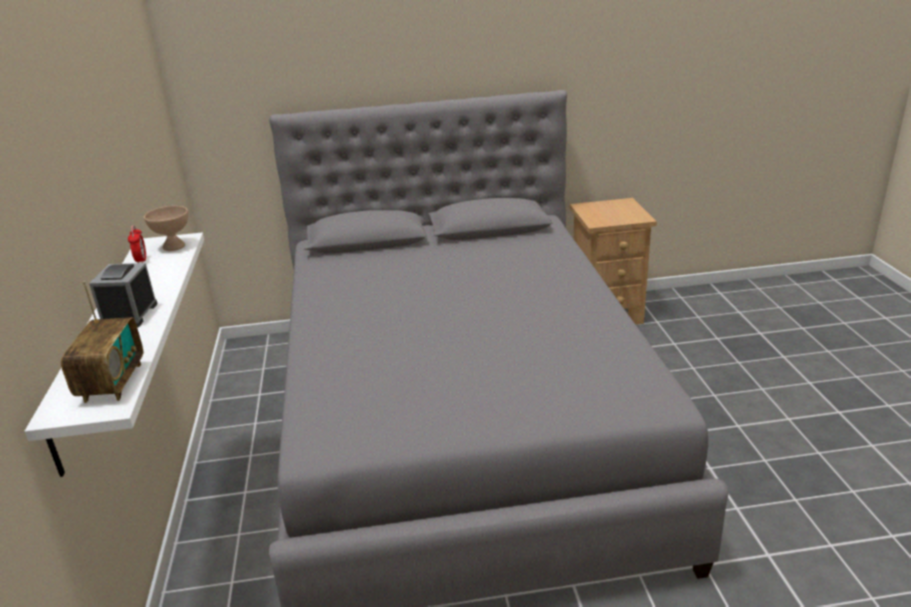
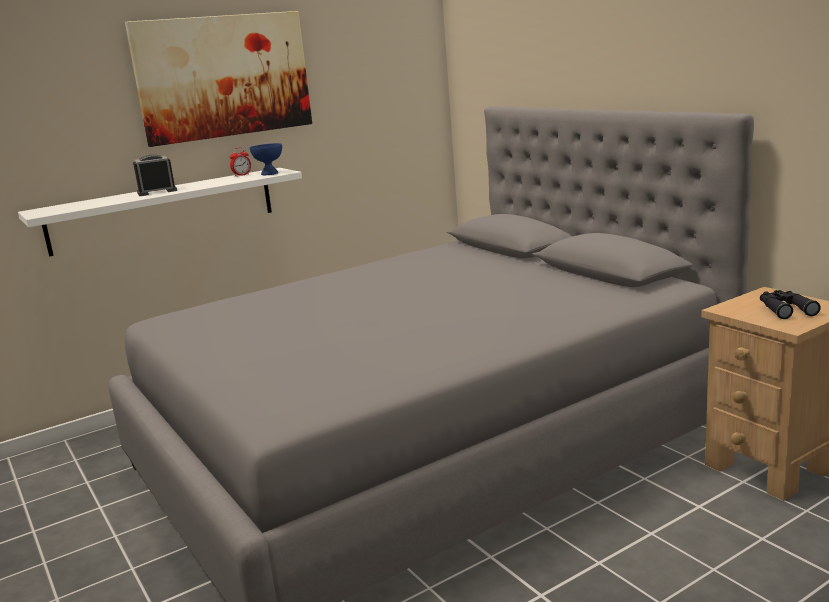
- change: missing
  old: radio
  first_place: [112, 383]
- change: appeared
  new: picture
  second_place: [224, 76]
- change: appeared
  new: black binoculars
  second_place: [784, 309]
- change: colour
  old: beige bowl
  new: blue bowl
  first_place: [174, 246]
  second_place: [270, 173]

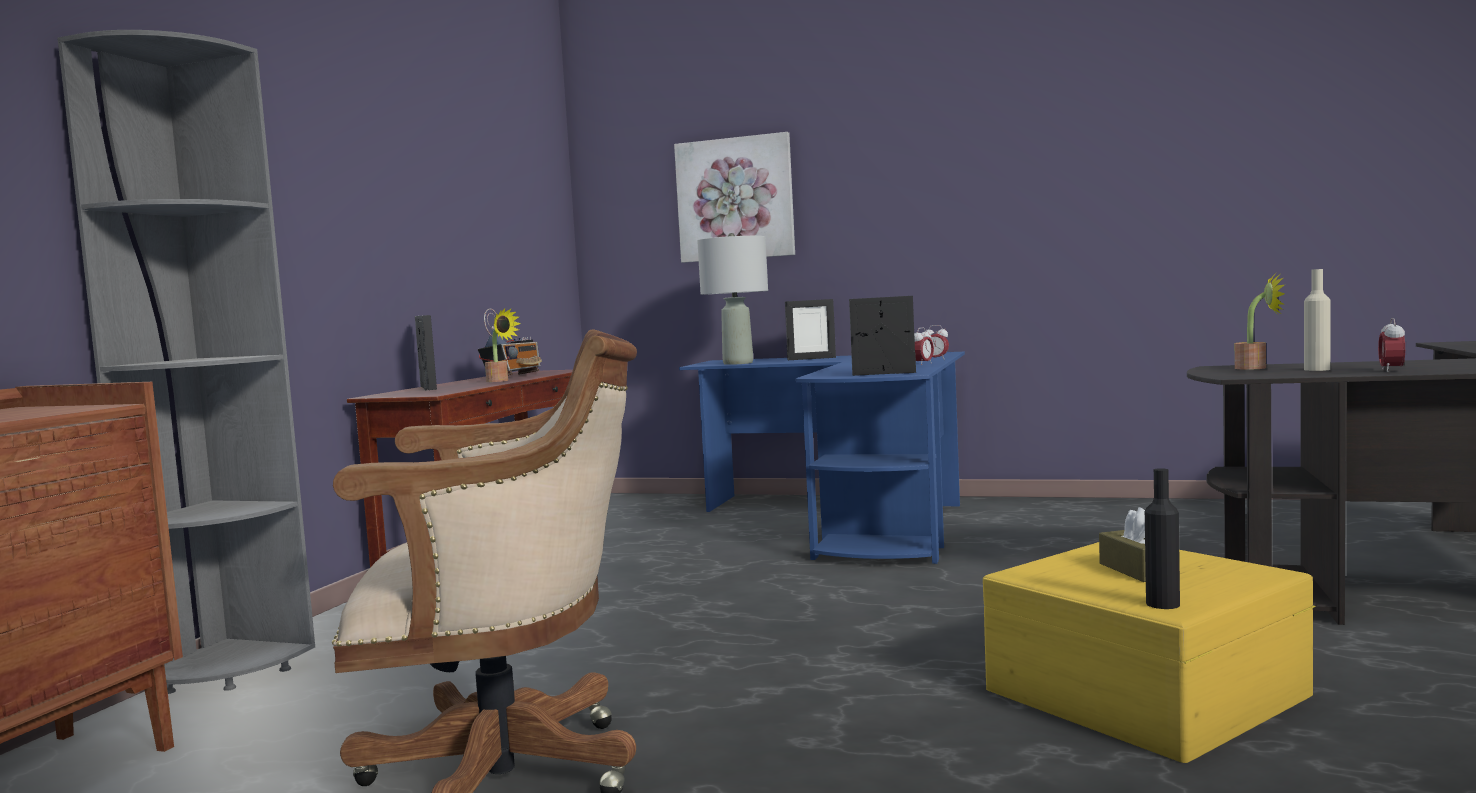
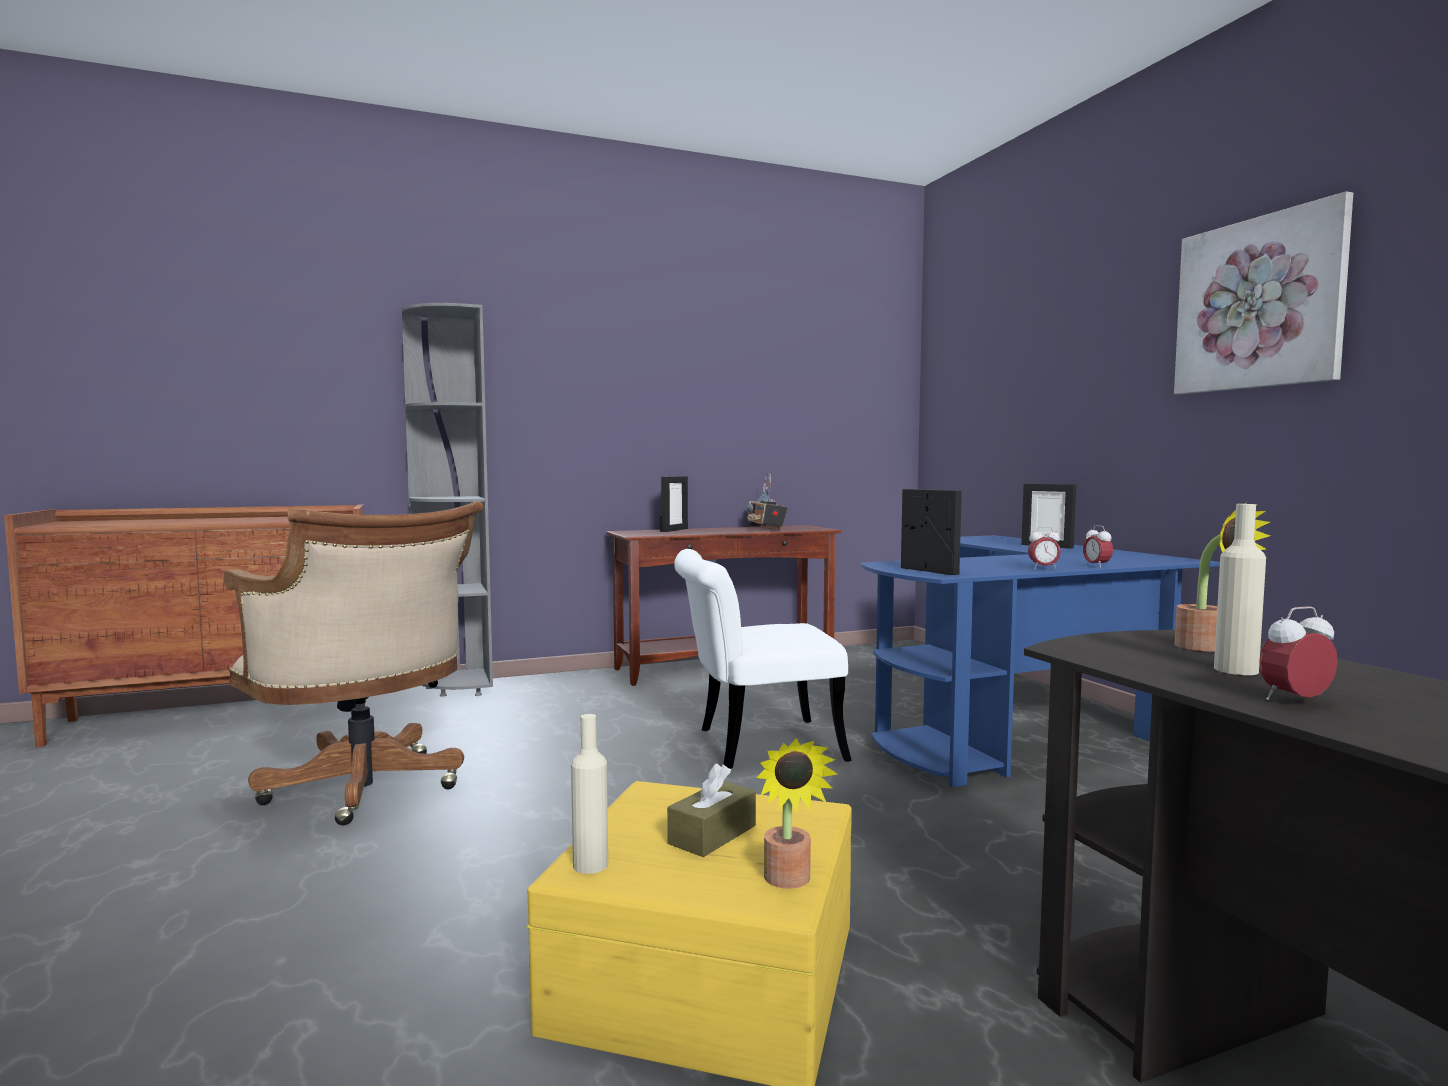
- change: missing
  old: grey table lamp
  first_place: [738, 363]
- change: appeared
  new: white chair
  second_place: [753, 745]
- change: relocated
  old: potted plant
  first_place: [500, 381]
  second_place: [789, 882]
- change: relocated
  old: picture
  first_place: [735, 199]
  second_place: [1259, 304]
- change: colour
  old: black bottle
  new: beige bottle
  first_place: [1162, 604]
  second_place: [590, 865]
- change: spun
  old: radio
  first_place: [513, 376]
  second_place: [766, 528]
  degrees: 90

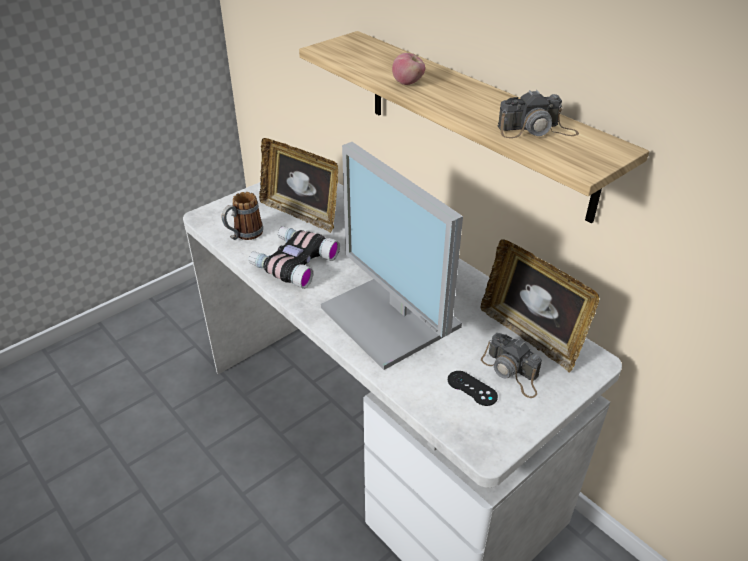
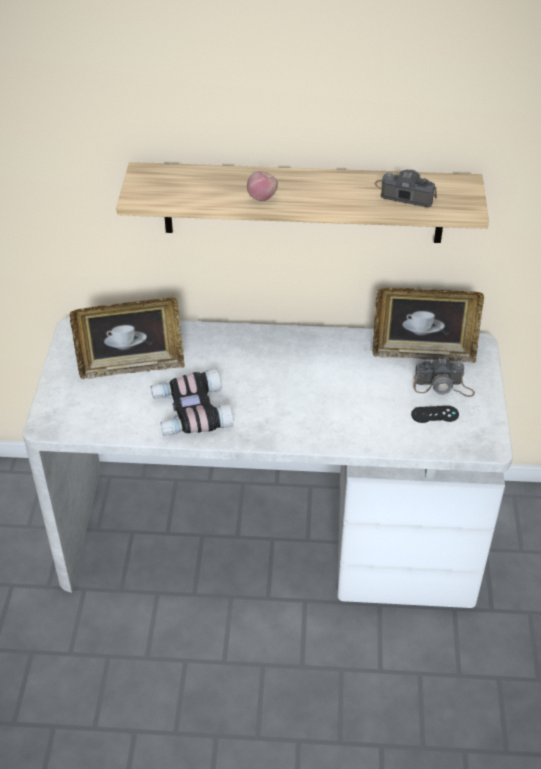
- change: missing
  old: mug
  first_place: [244, 235]
- change: missing
  old: monitor
  first_place: [393, 318]
- change: spun
  old: photo camera
  first_place: [537, 130]
  second_place: [404, 193]
  degrees: -105

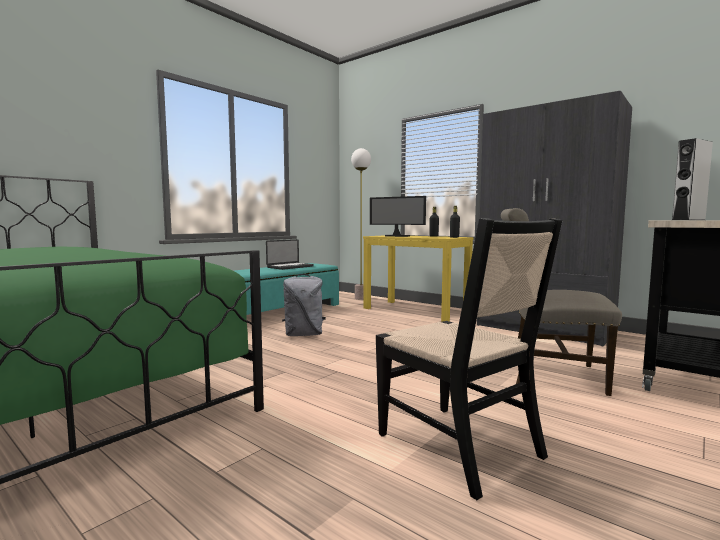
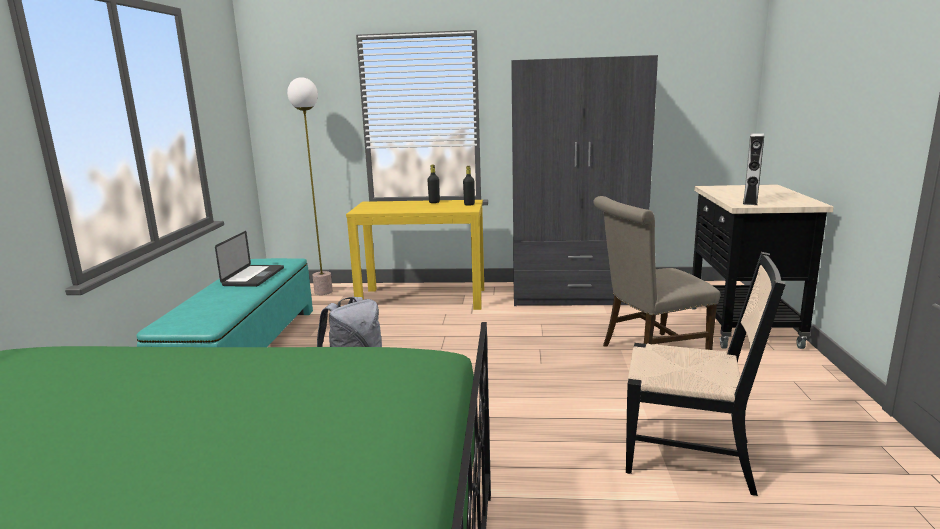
- change: missing
  old: monitor
  first_place: [396, 236]

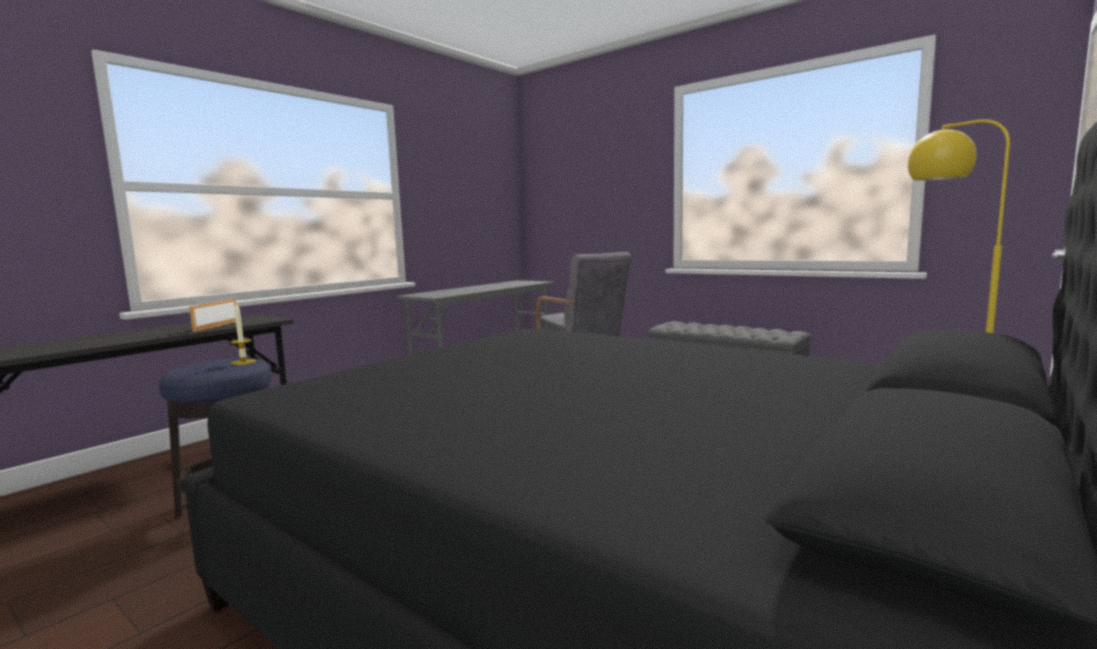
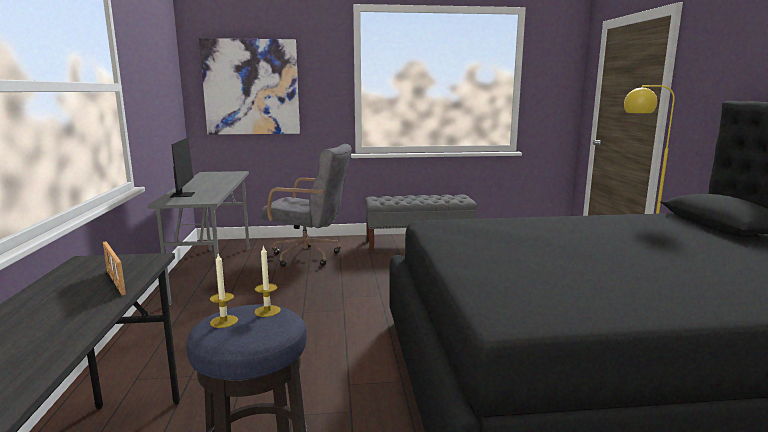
- change: appeared
  new: monitor
  second_place: [184, 194]
- change: appeared
  new: picture
  second_place: [251, 87]
- change: appeared
  new: candle
  second_place: [224, 321]

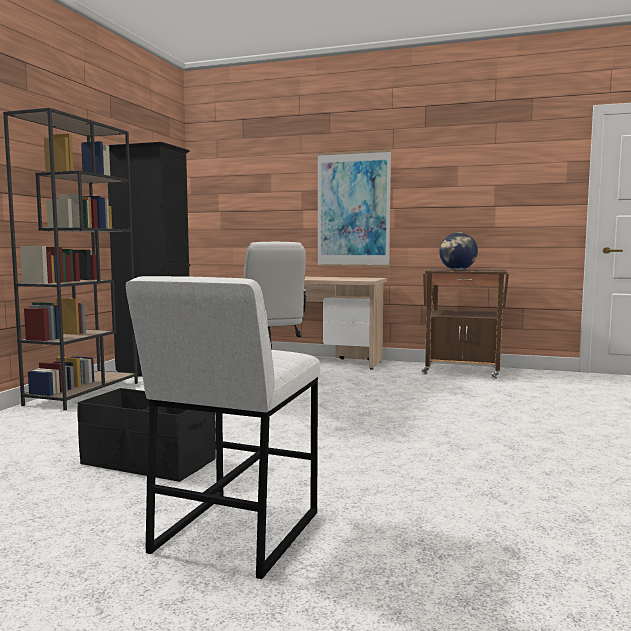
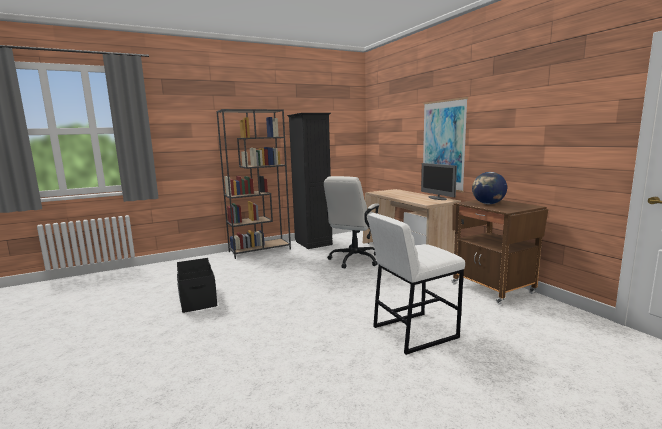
- change: appeared
  new: monitor
  second_place: [437, 198]
- change: relocated
  old: white chair
  first_place: [235, 533]
  second_place: [413, 332]

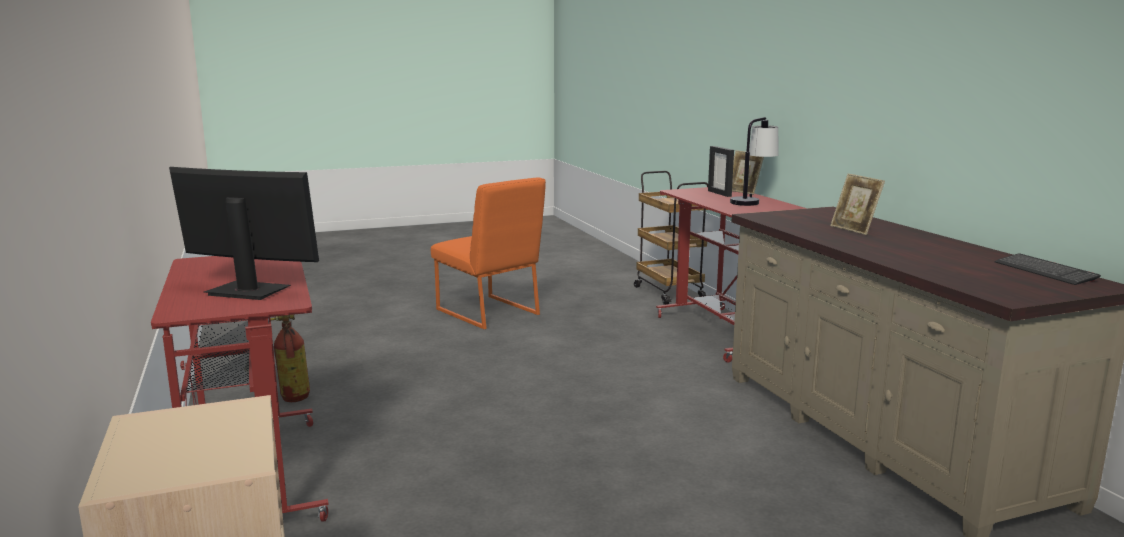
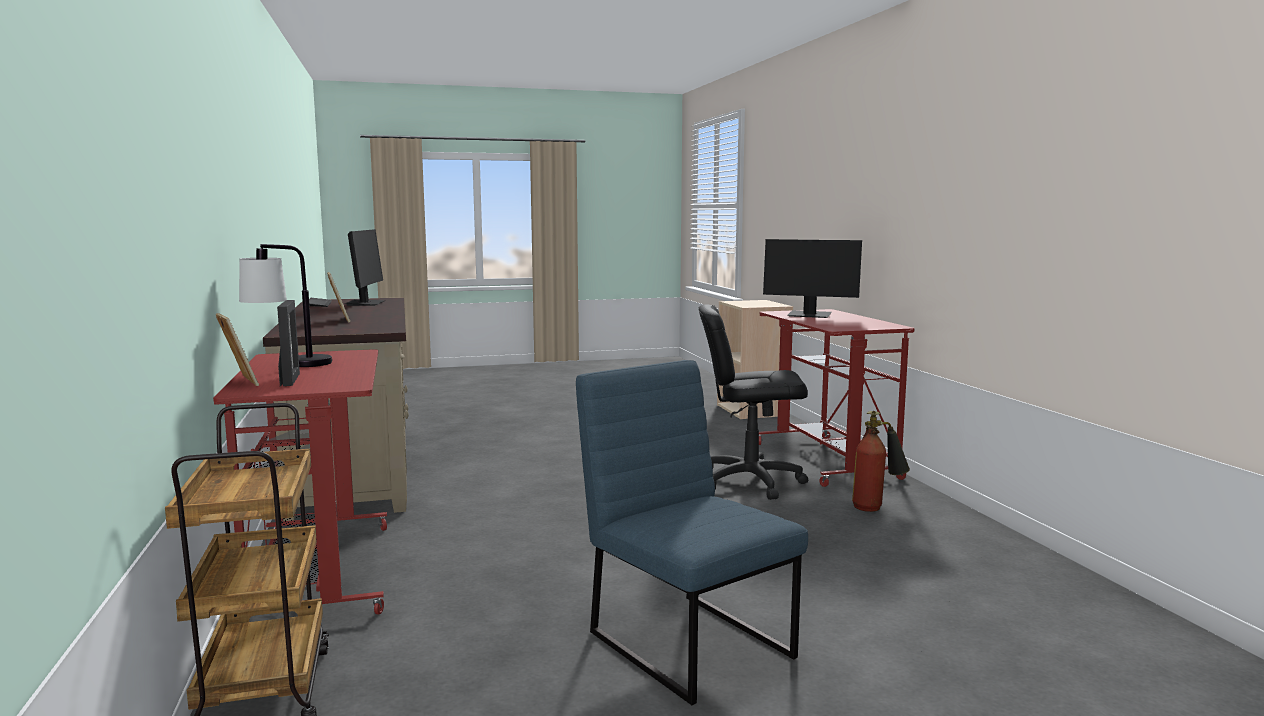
- change: appeared
  new: monitor
  second_place: [365, 303]
- change: appeared
  new: black office chair
  second_place: [750, 482]
- change: colour
  old: orange chair
  new: blue chair
  first_place: [489, 312]
  second_place: [687, 641]

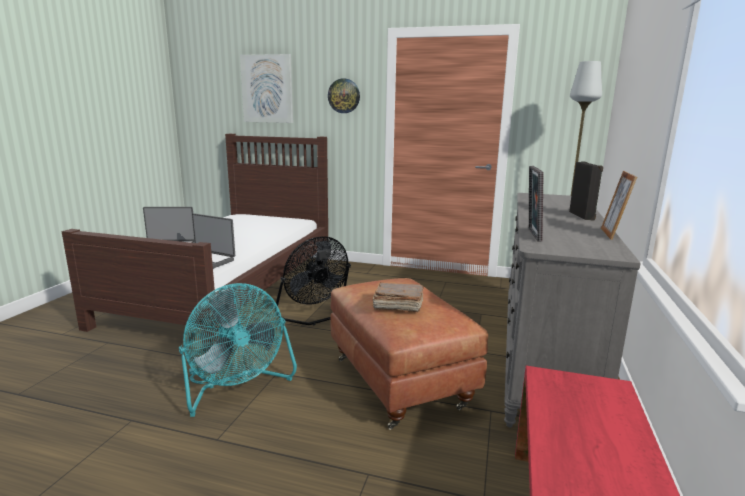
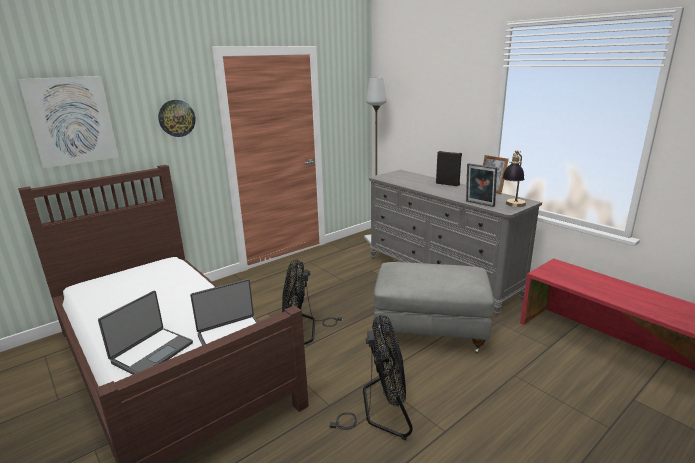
- change: missing
  old: brown book
  first_place: [397, 306]
- change: appeared
  new: table lamp
  second_place: [512, 206]
- change: colour
  old: turquoise fan
  new: black fan
  first_place: [232, 388]
  second_place: [379, 407]
- change: colour
  old: brown ottoman
  new: grey ottoman
  first_place: [400, 382]
  second_place: [430, 331]

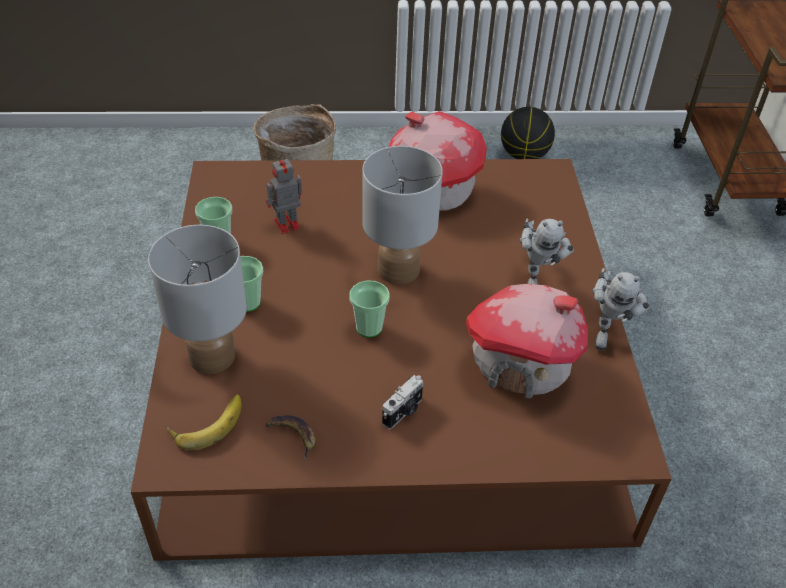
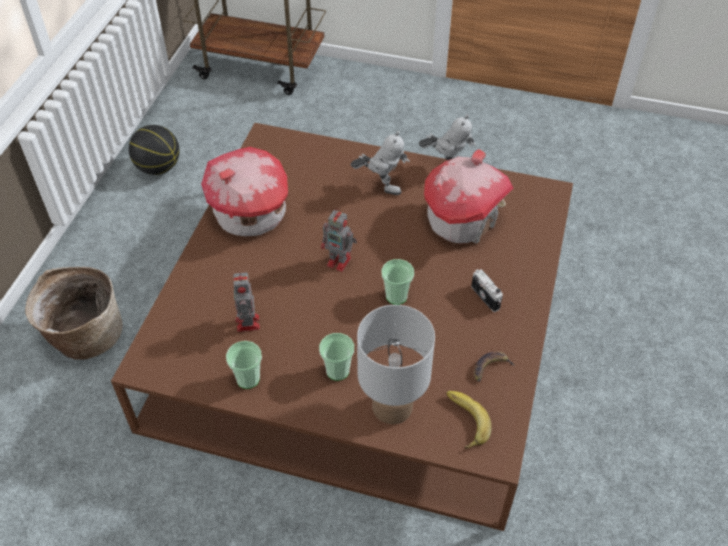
- change: exchanged
  old: grey table lamp
  new: toy robot
  first_place: [398, 271]
  second_place: [340, 262]

